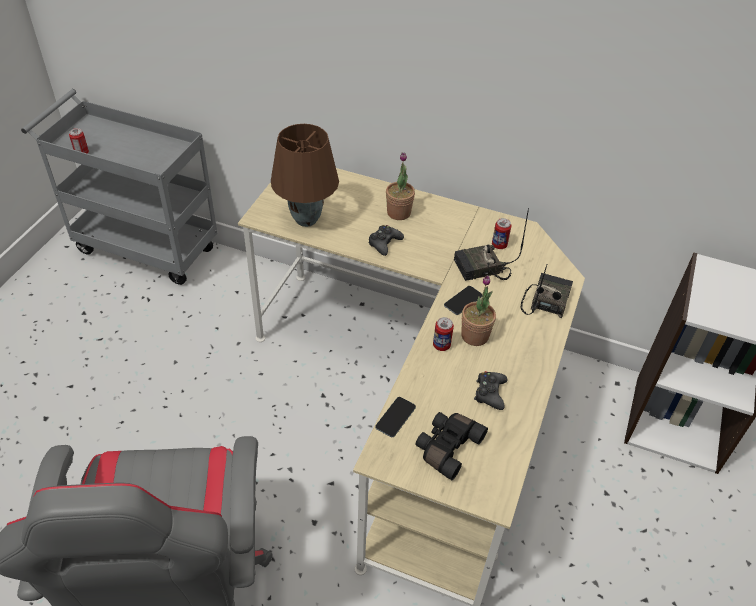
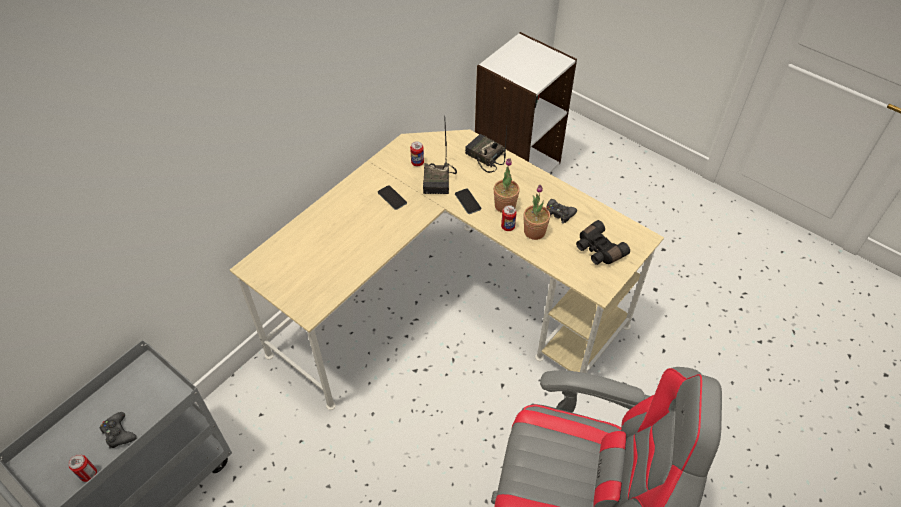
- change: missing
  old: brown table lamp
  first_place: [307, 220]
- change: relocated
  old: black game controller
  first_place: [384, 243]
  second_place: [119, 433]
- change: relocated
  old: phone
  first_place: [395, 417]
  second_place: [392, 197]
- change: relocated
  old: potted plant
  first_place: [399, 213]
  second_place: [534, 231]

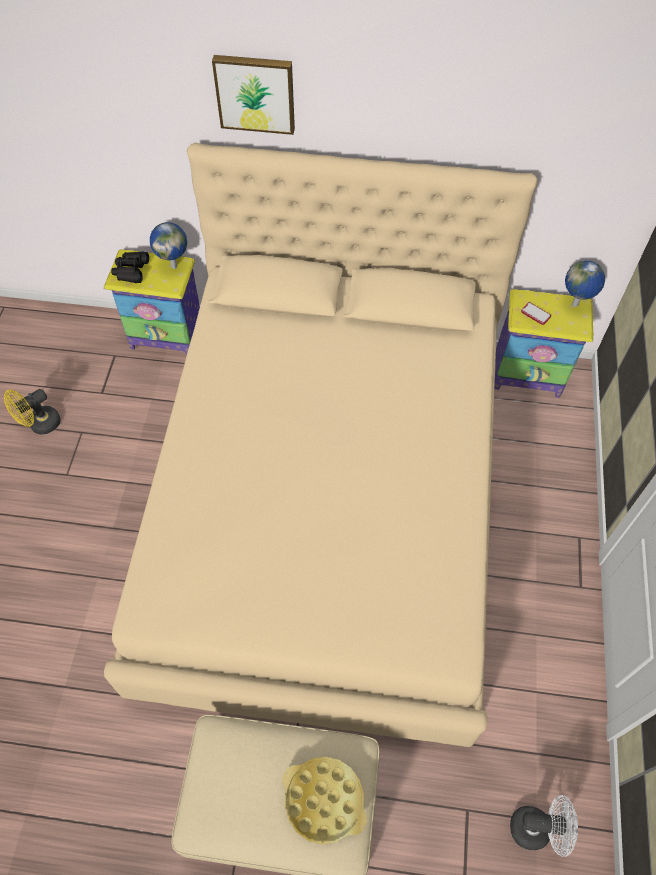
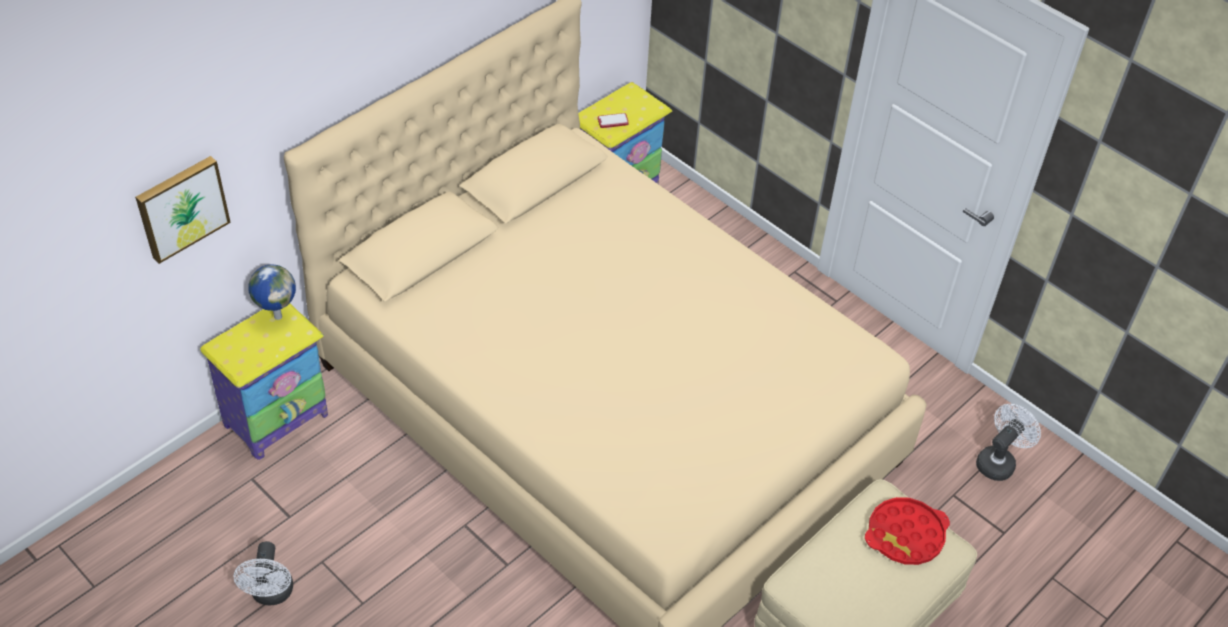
- change: missing
  old: black binoculars
  first_place: [131, 270]
- change: missing
  old: globe
  first_place: [575, 305]
- change: relocated
  old: picture
  first_place: [255, 93]
  second_place: [181, 207]
- change: colour
  old: yellow fan
  new: white fan
  first_place: [40, 425]
  second_place: [272, 595]
- change: colour
  old: yellow tray
  new: red tray
  first_place: [324, 801]
  second_place: [905, 535]

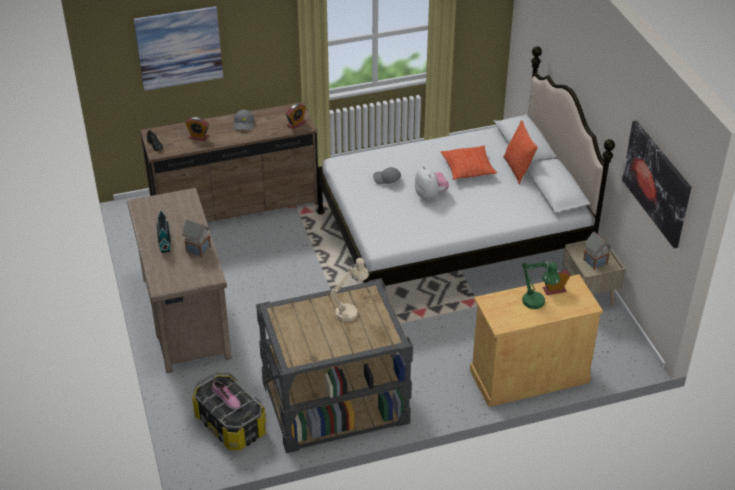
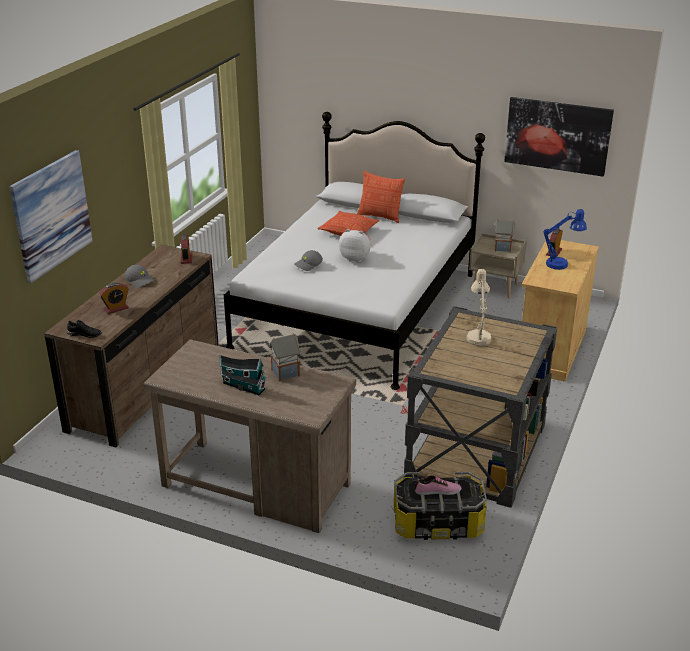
- change: colour
  old: green table lamp
  new: blue table lamp
  first_place: [537, 303]
  second_place: [561, 264]

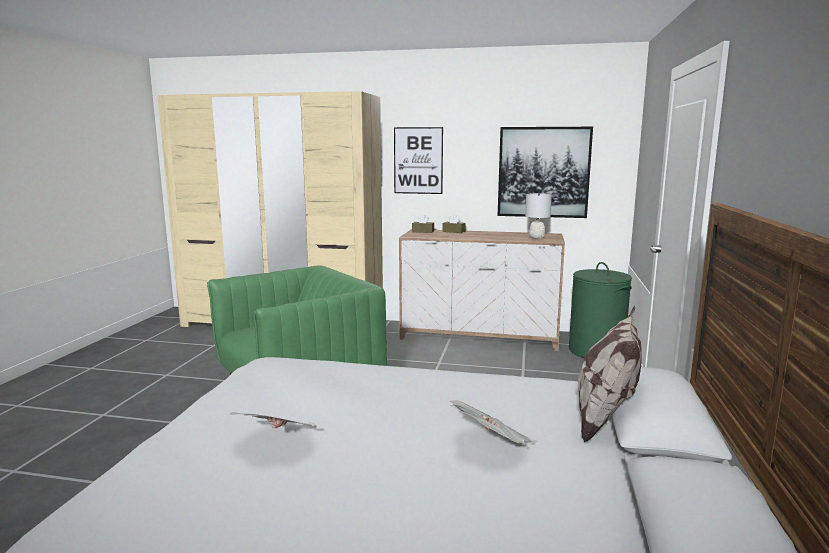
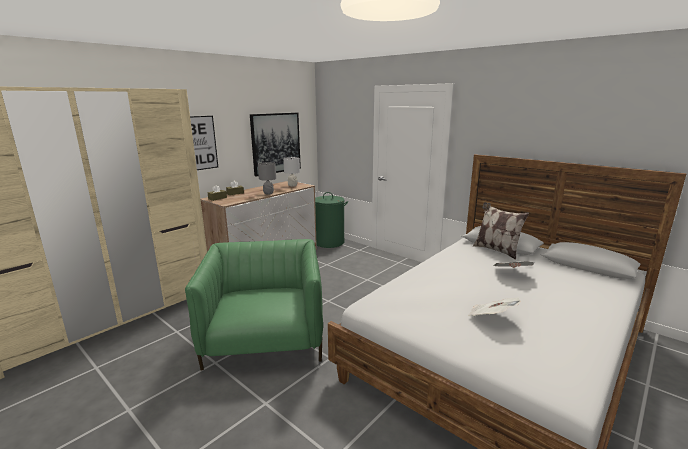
- change: appeared
  new: grey table lamp
  second_place: [268, 193]

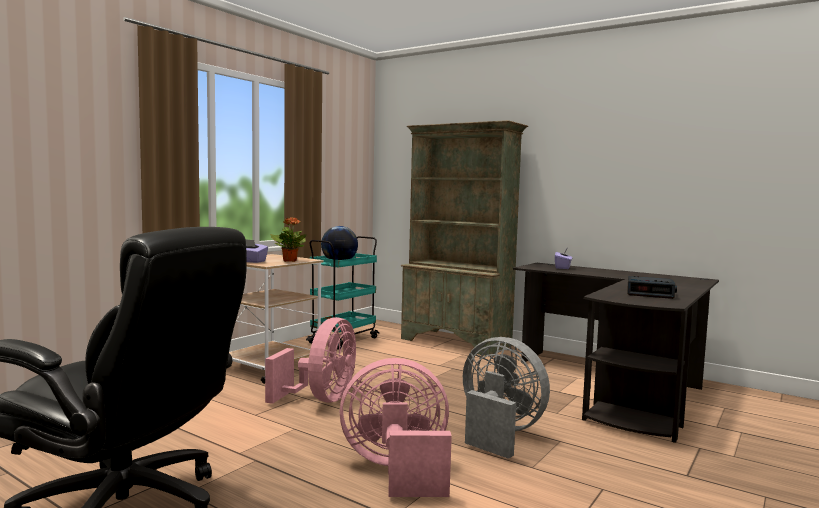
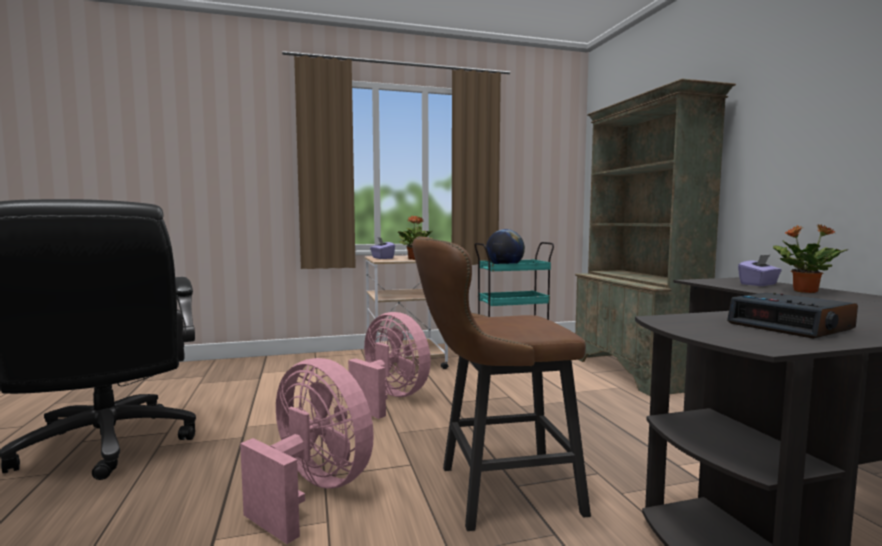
- change: appeared
  new: potted plant
  second_place: [804, 291]
- change: exchanged
  old: grey fan
  new: brown stool
  first_place: [499, 433]
  second_place: [491, 492]
- change: spun
  old: pink fan
  first_place: [321, 399]
  second_place: [389, 399]
  degrees: -105

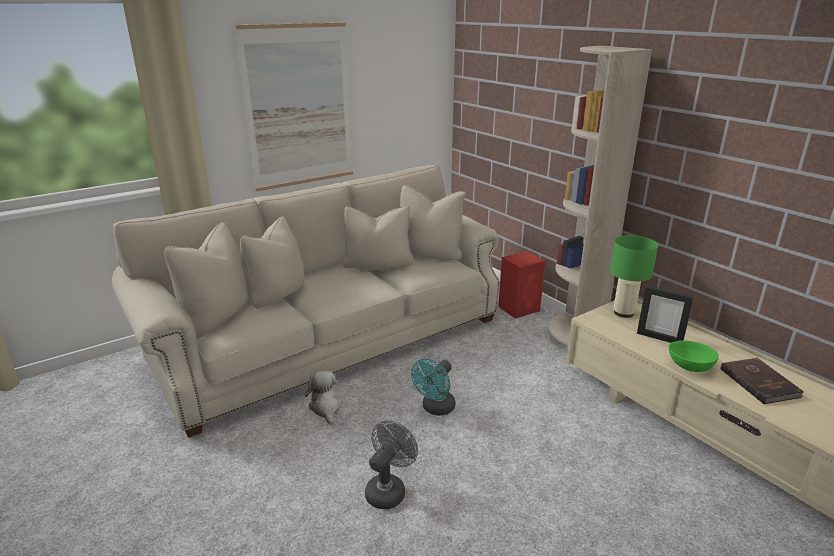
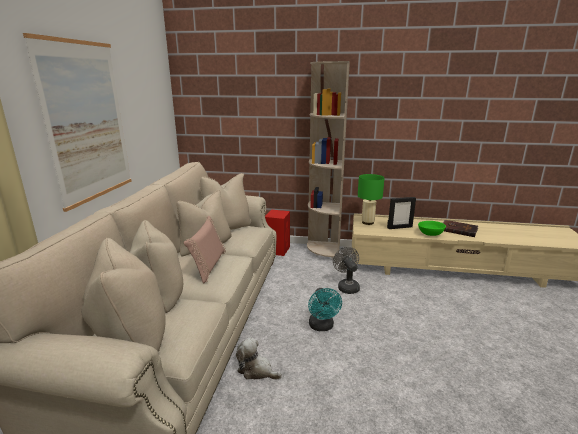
- change: appeared
  new: beige pillow
  second_place: [208, 266]
- change: relocated
  old: grey fan
  first_place: [388, 489]
  second_place: [347, 286]

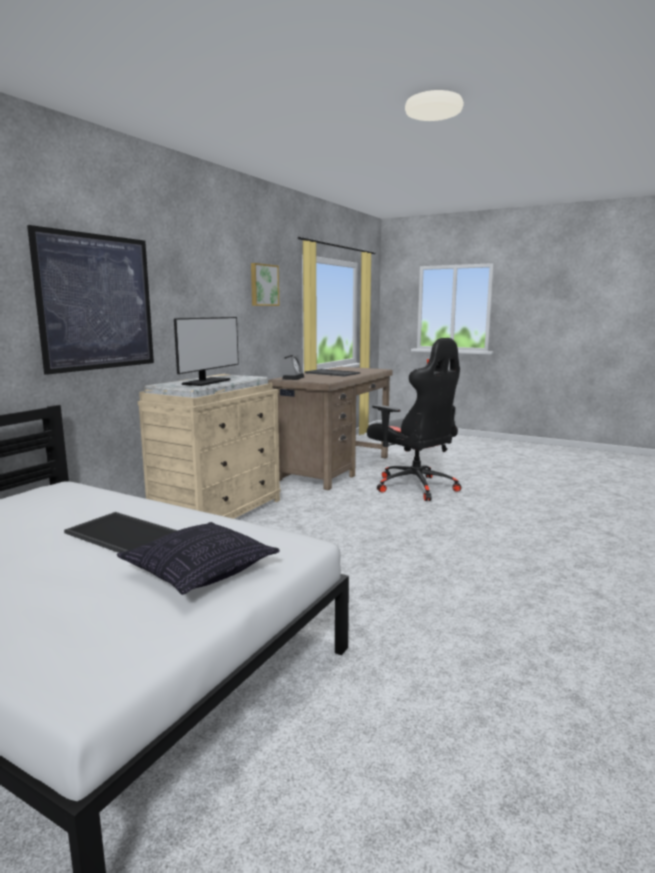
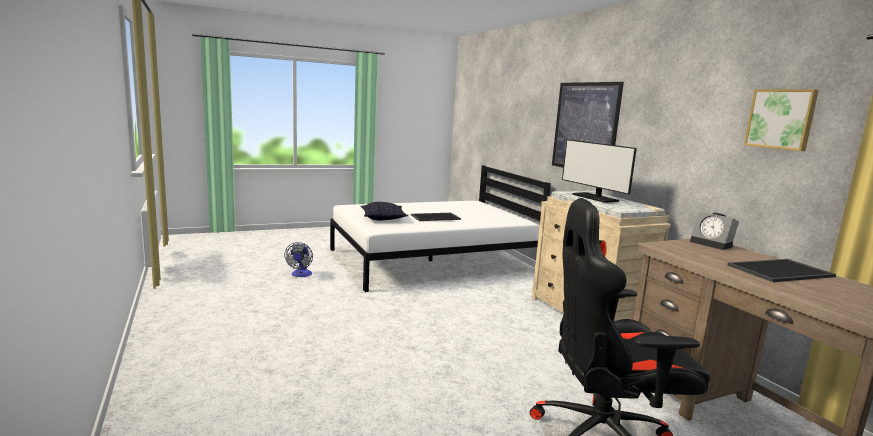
- change: appeared
  new: fan
  second_place: [300, 275]

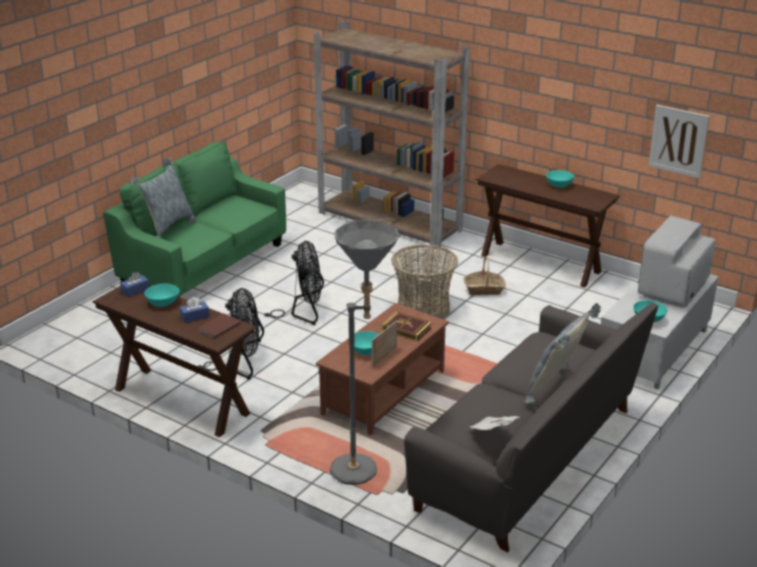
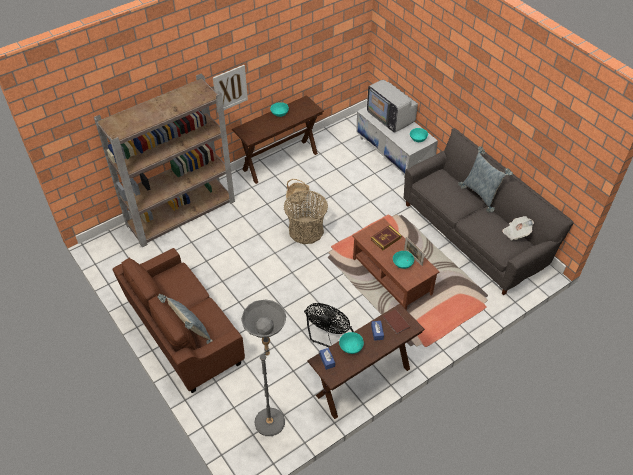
- change: missing
  old: black fan
  first_place: [303, 309]
- change: relocated
  old: grey floor lamp
  first_place: [364, 470]
  second_place: [272, 416]
- change: relocated
  old: picture
  first_place: [678, 141]
  second_place: [230, 88]
- change: colour
  old: green sofa
  new: brown sofa
  first_place: [204, 265]
  second_place: [184, 334]

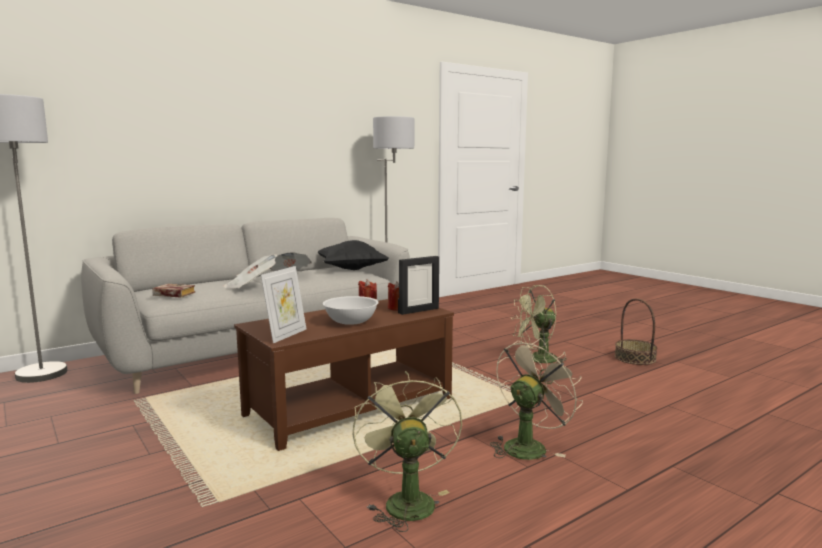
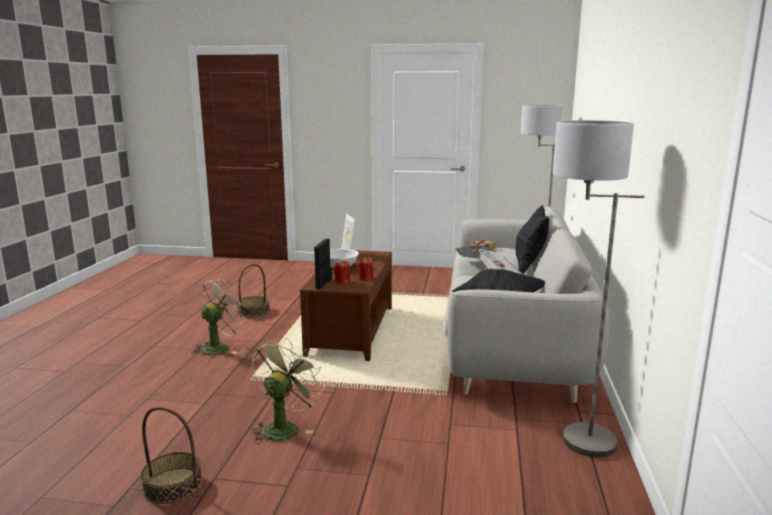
- change: appeared
  new: black pillow
  second_place: [529, 267]
- change: exchanged
  old: green fan
  new: basket
  first_place: [406, 500]
  second_place: [253, 311]
- change: spun
  old: beige fan
  first_place: [528, 446]
  second_place: [220, 347]
  degrees: -135

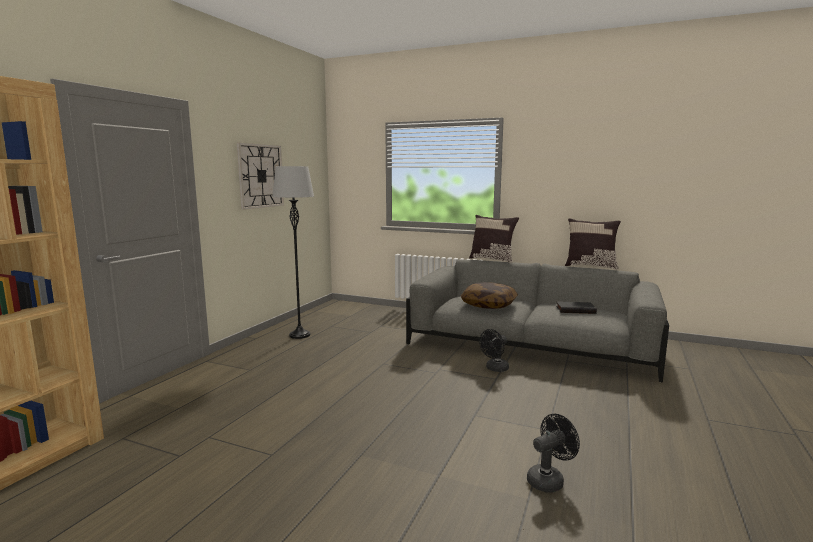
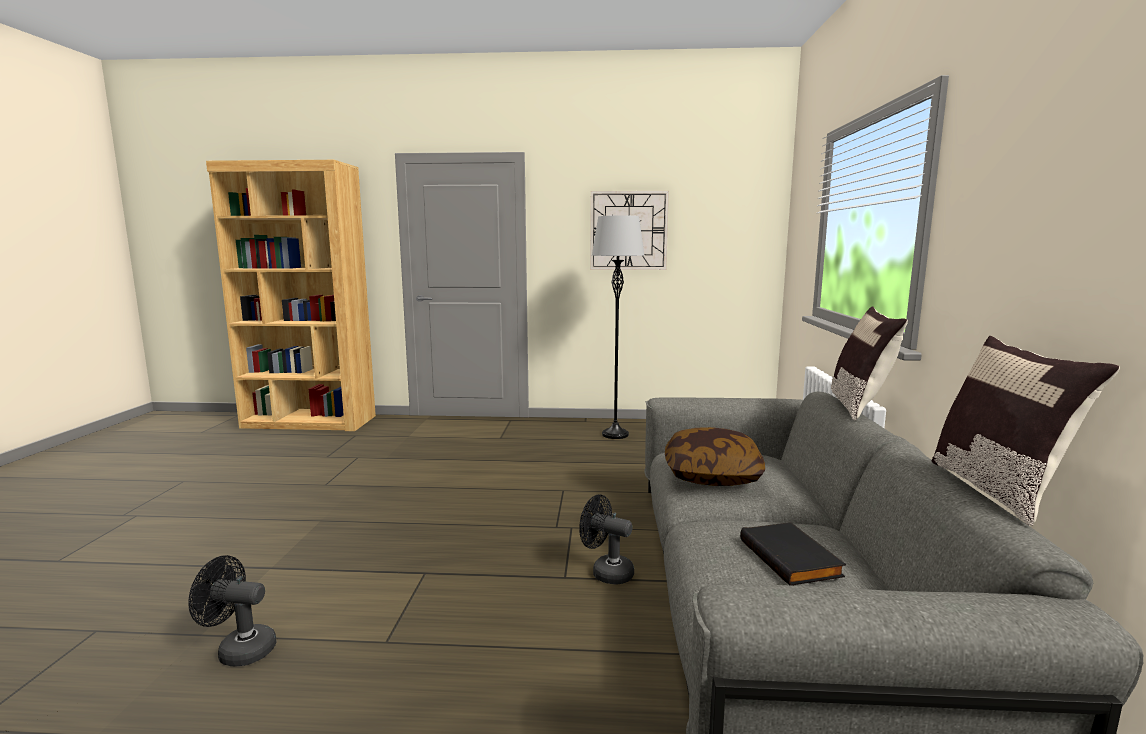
- change: spun
  old: black fan
  first_place: [549, 479]
  second_place: [239, 650]
  degrees: 150

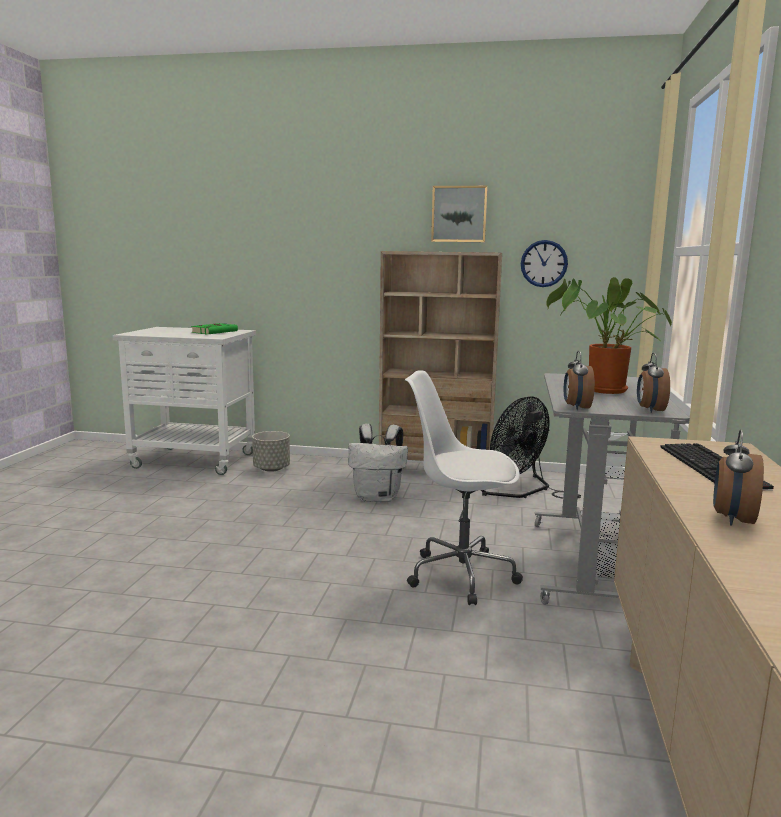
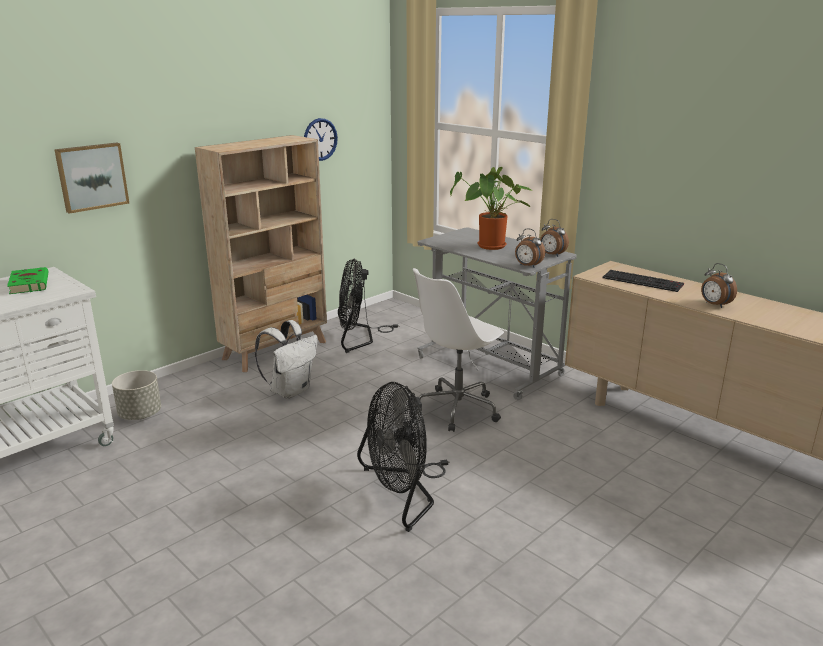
- change: appeared
  new: black fan
  second_place: [404, 490]
- change: relocated
  old: picture
  first_place: [459, 214]
  second_place: [91, 176]

